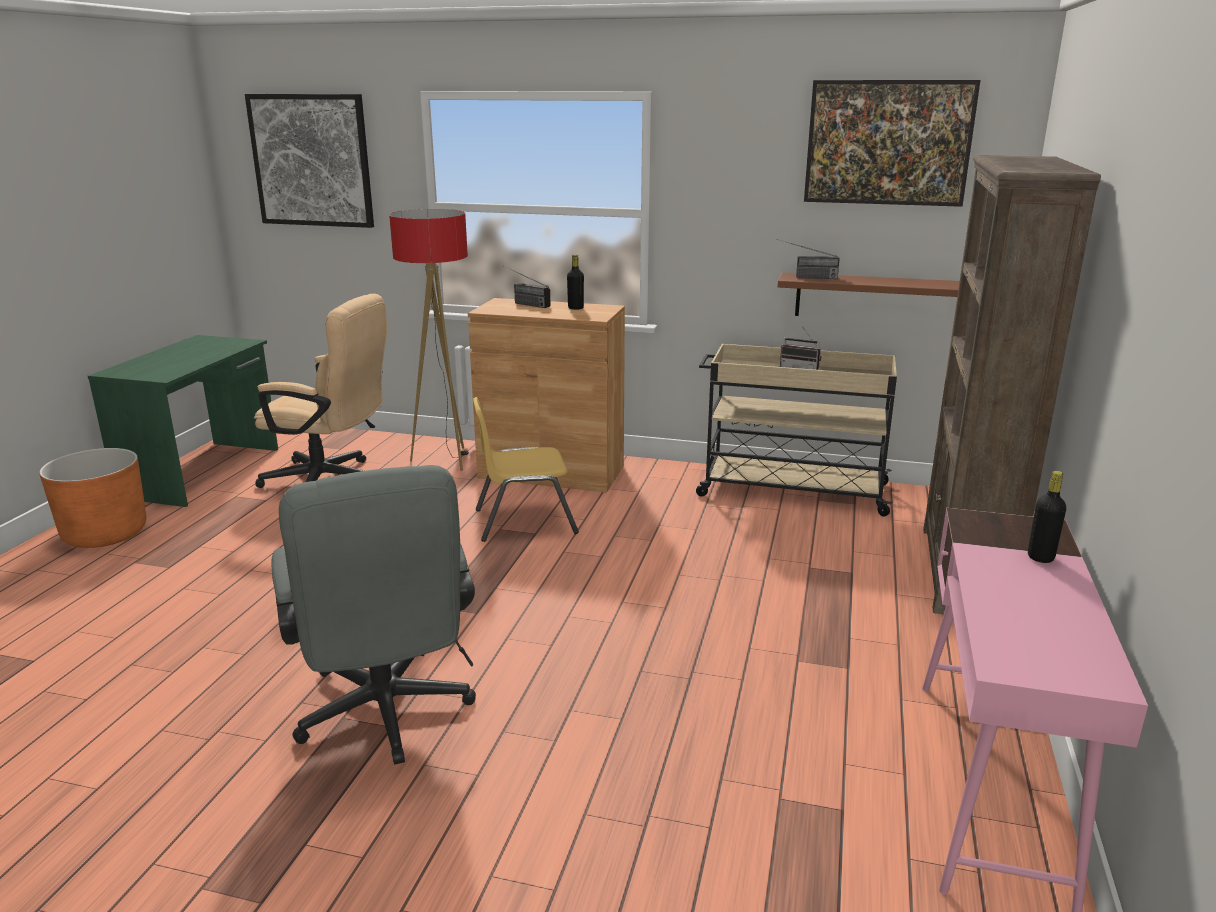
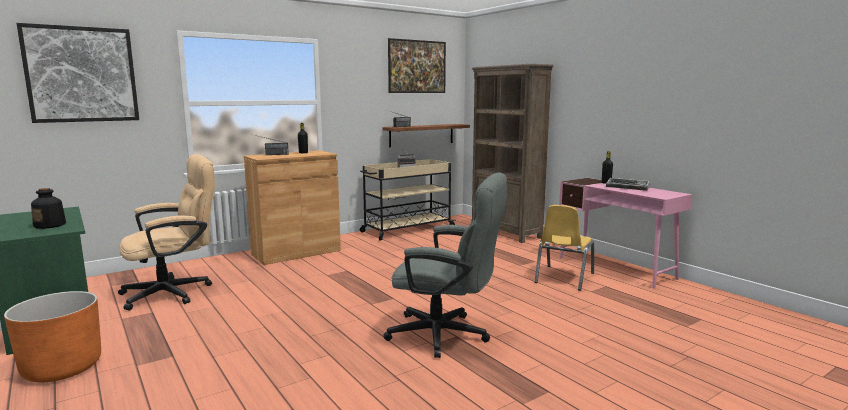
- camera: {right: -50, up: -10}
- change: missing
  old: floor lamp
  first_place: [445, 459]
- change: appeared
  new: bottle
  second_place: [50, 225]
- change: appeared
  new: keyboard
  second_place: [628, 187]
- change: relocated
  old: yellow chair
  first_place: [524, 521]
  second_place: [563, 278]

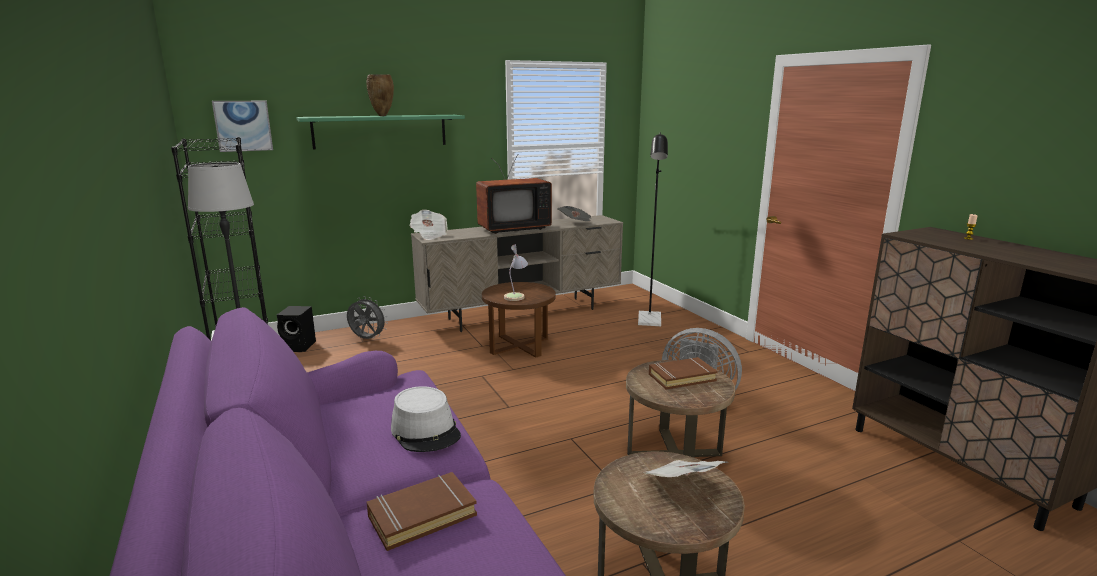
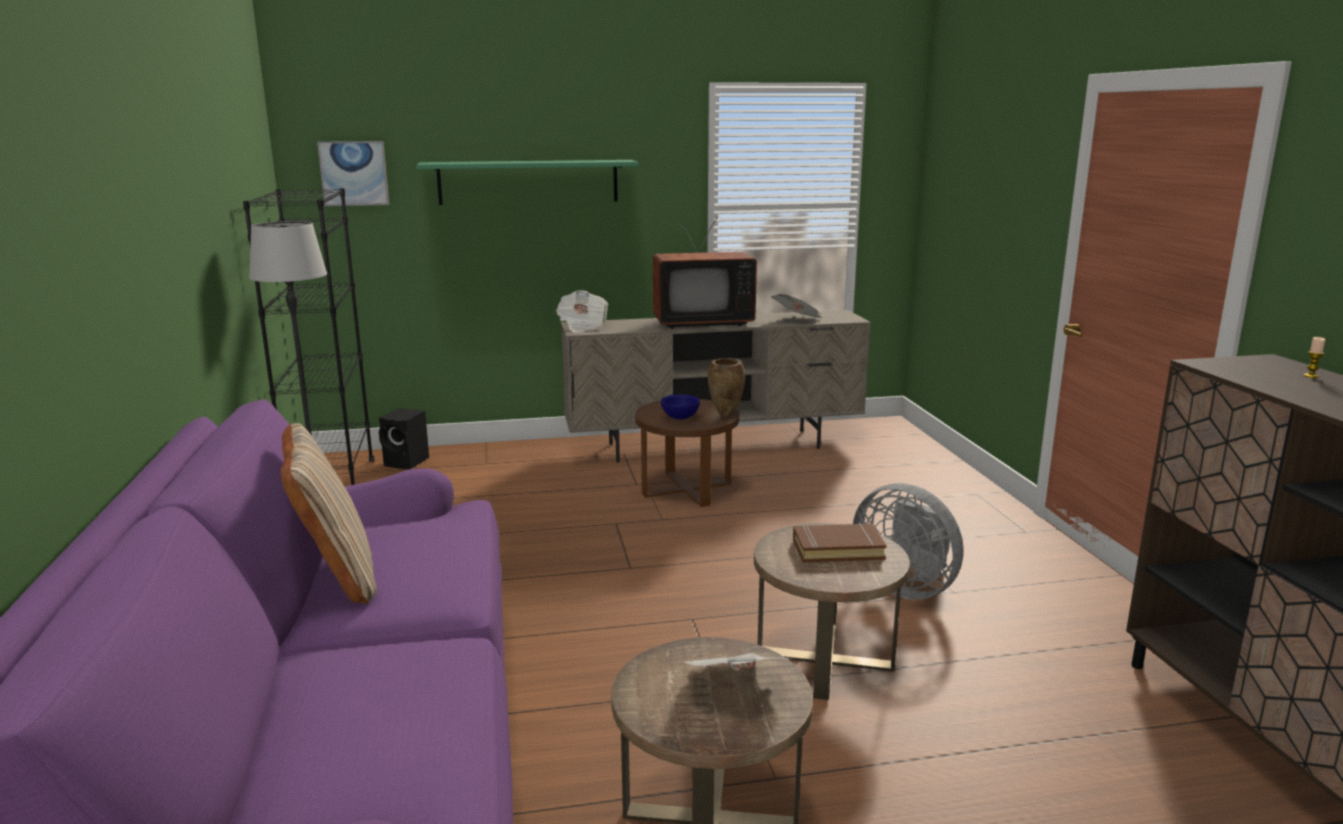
- camera: {right: 15, up: 0}
- change: missing
  old: grey fan
  first_place: [367, 339]
- change: missing
  old: brown book
  first_place: [422, 515]
- change: missing
  old: grey hat
  first_place: [426, 431]
- change: missing
  old: black floor lamp
  first_place: [649, 322]
- change: appeared
  new: beige pillow
  second_place: [336, 576]
- change: relocated
  old: brown vase
  first_place: [382, 116]
  second_place: [726, 416]
- change: exchanged
  old: table lamp
  new: blue bowl
  first_place: [516, 296]
  second_place: [681, 418]

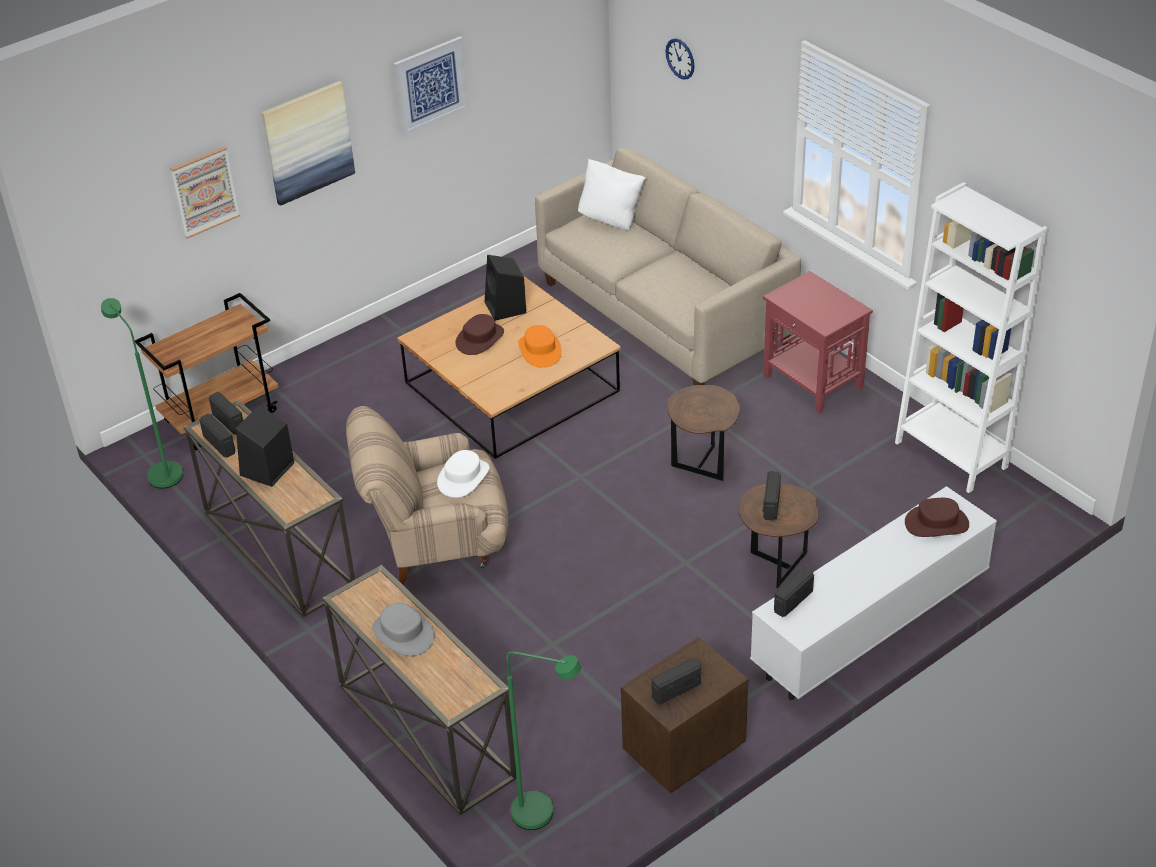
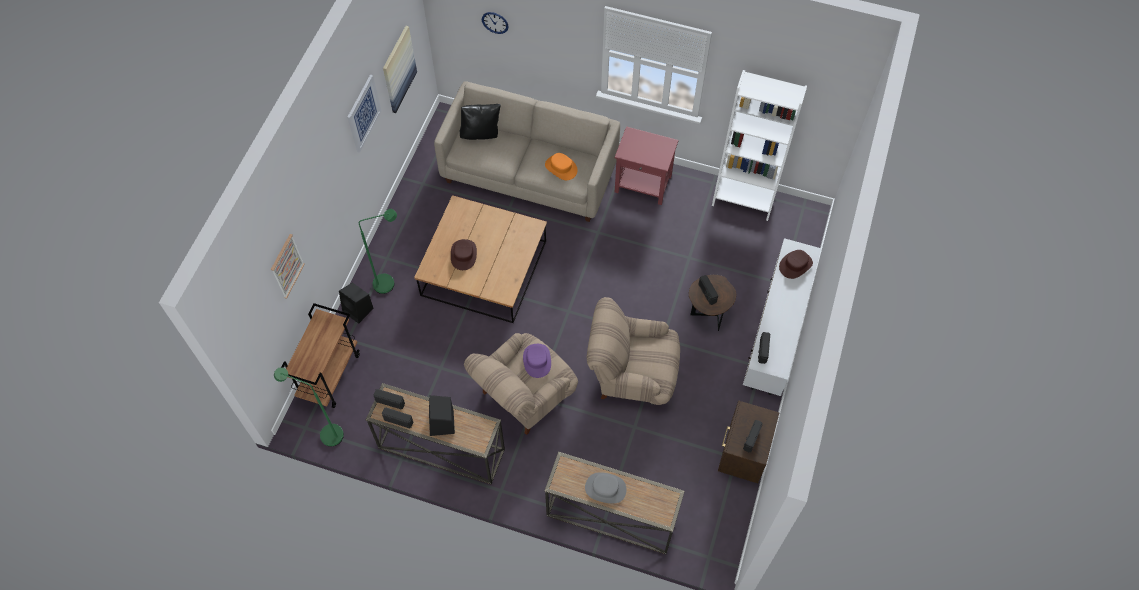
- camera: {right: -35, up: 20}
- change: missing
  old: brown side table
  first_place: [702, 463]
- change: appeared
  new: beige armchair
  second_place: [631, 374]
- change: relocated
  old: picture
  first_place: [307, 142]
  second_place: [398, 69]
- change: relocated
  old: black speaker
  first_place: [506, 308]
  second_place: [358, 310]
- change: relocated
  old: green floor lamp
  first_place: [544, 815]
  second_place: [389, 282]
- change: relocated
  old: orange hat
  first_place: [540, 350]
  second_place: [561, 167]
- change: colour
  old: white hat
  new: purple hat
  first_place: [463, 477]
  second_place: [537, 360]
- change: colour
  old: white pillow
  new: black pillow
  first_place: [611, 220]
  second_place: [481, 133]

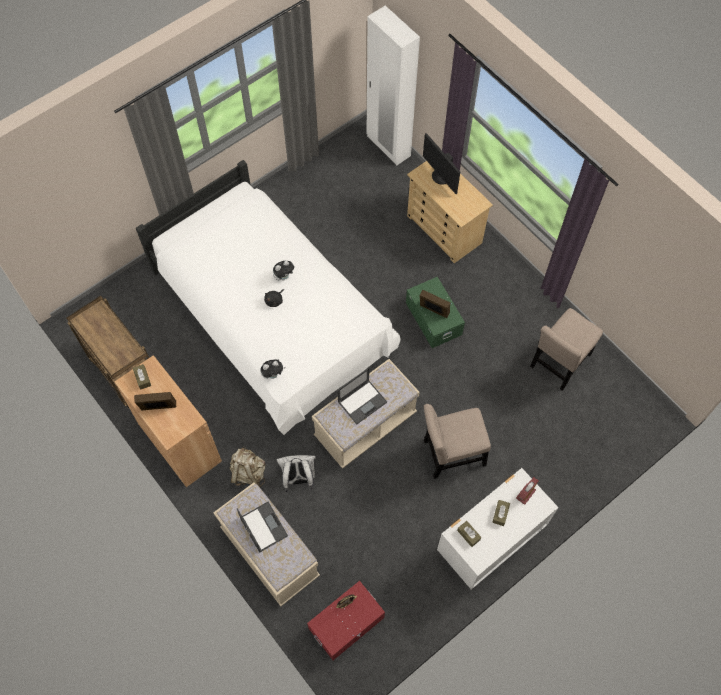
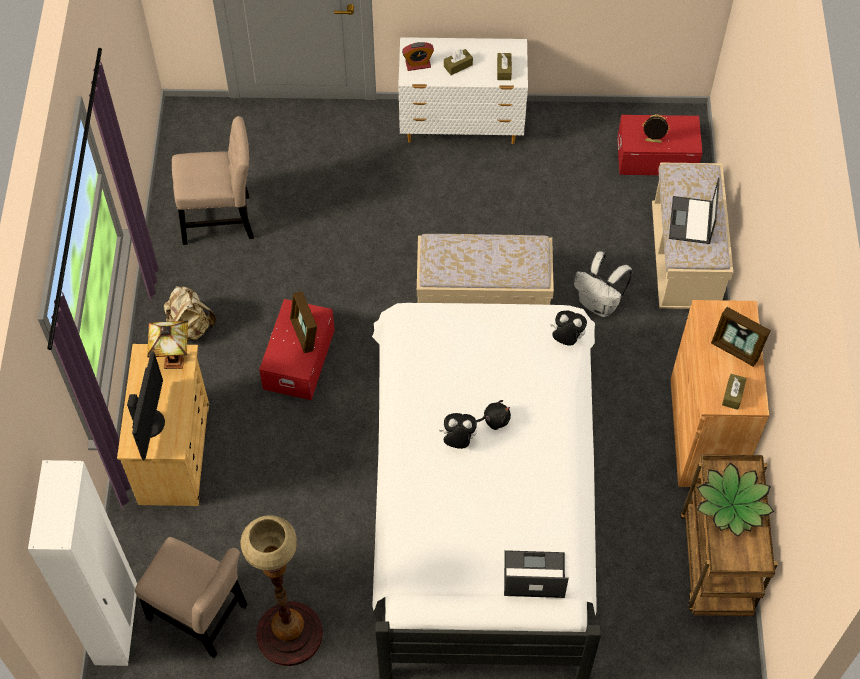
- camera: {right: -140, up: -5}
- change: appeared
  new: table lamp
  second_place: [175, 362]
- change: appeared
  new: floor lamp
  second_place: [289, 634]
- change: appeared
  new: potted plant
  second_place: [732, 504]
- change: relocated
  old: beige backpack
  first_place: [248, 473]
  second_place: [190, 327]
- change: relocated
  old: laptop
  first_place: [362, 401]
  second_place: [533, 574]
- change: relocated
  old: beige chair
  first_place: [451, 454]
  second_place: [201, 615]
- change: colour
  old: green storage box
  new: red storage box
  first_place: [434, 318]
  second_place: [298, 359]

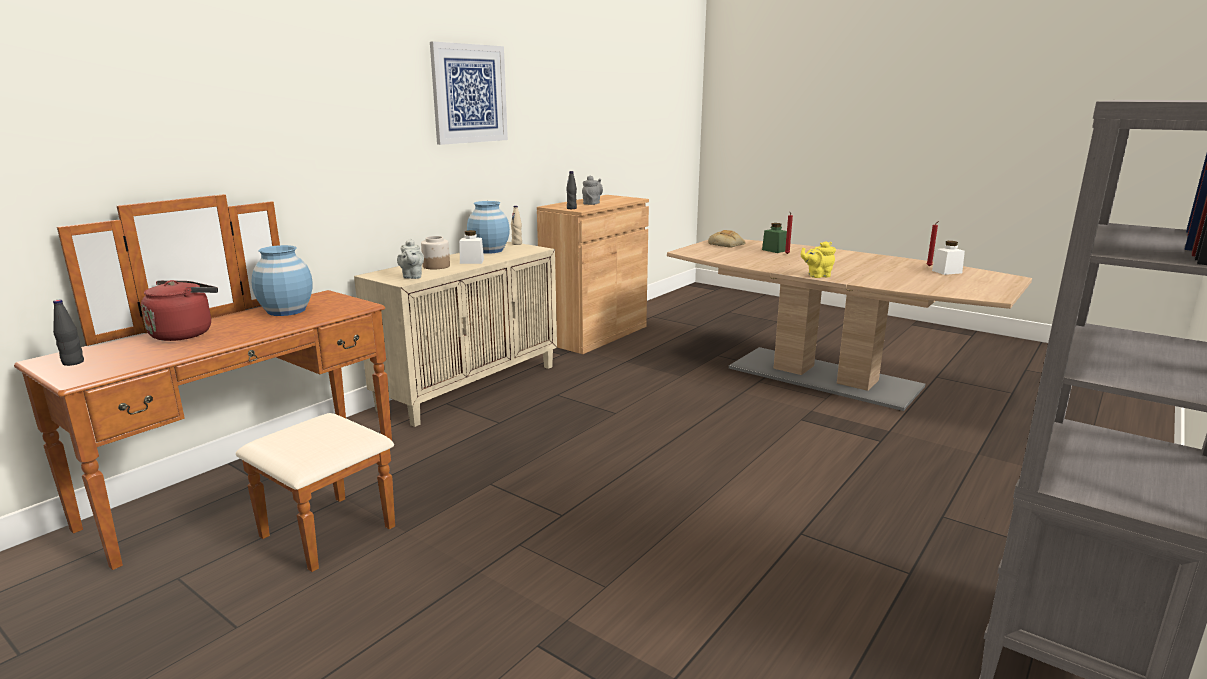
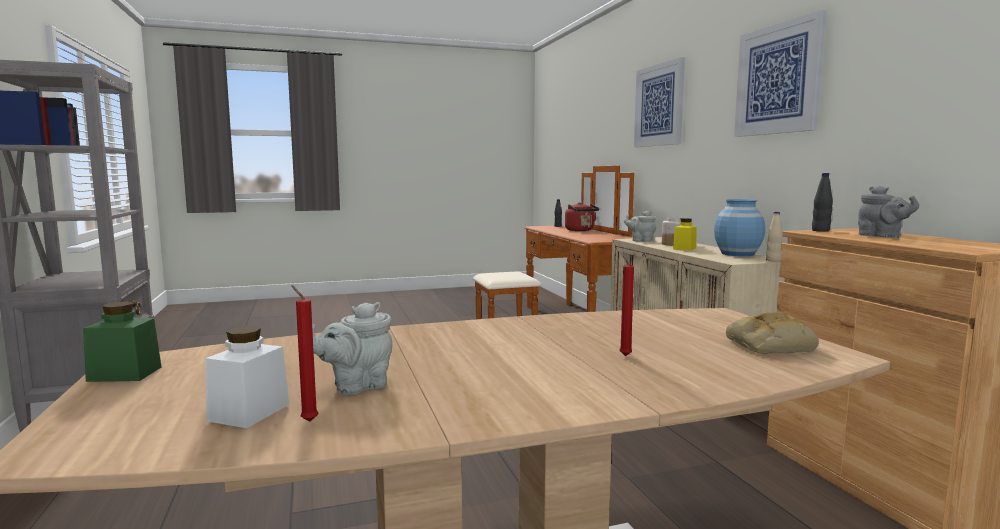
- camera: {right: 125, up: -10}
- change: missing
  old: blue vase
  first_place: [286, 311]
- change: missing
  old: yellow teapot
  first_place: [817, 276]
- change: appeared
  new: grey teapot
  second_place: [356, 386]
- change: appeared
  new: picture
  second_place: [659, 105]
- change: relocated
  old: green jar
  first_place: [774, 250]
  second_place: [125, 374]
- change: colour
  old: white jar
  new: yellow jar
  first_place: [472, 261]
  second_place: [684, 249]

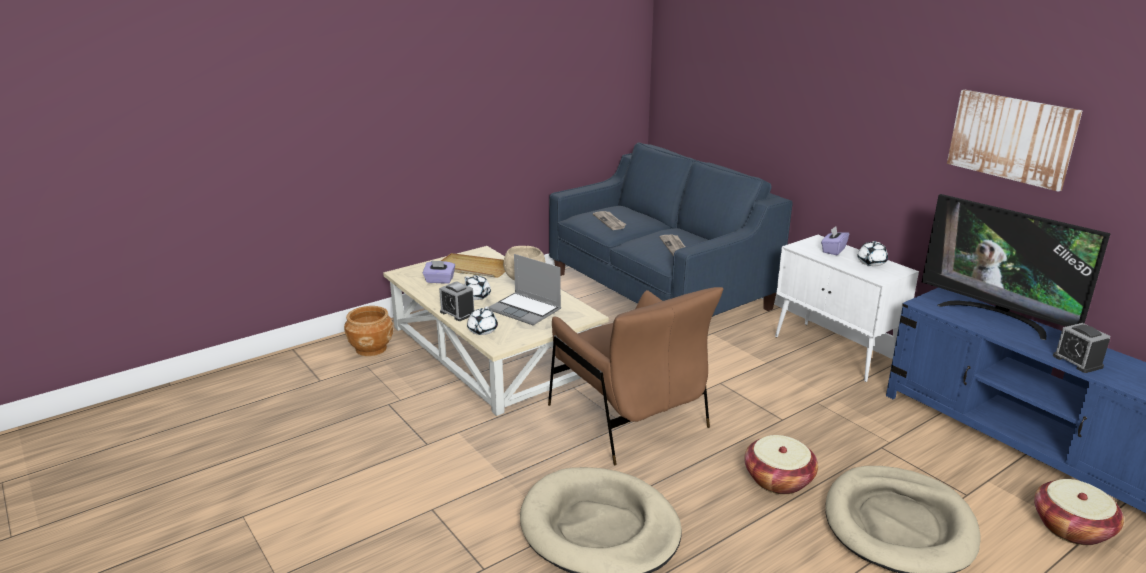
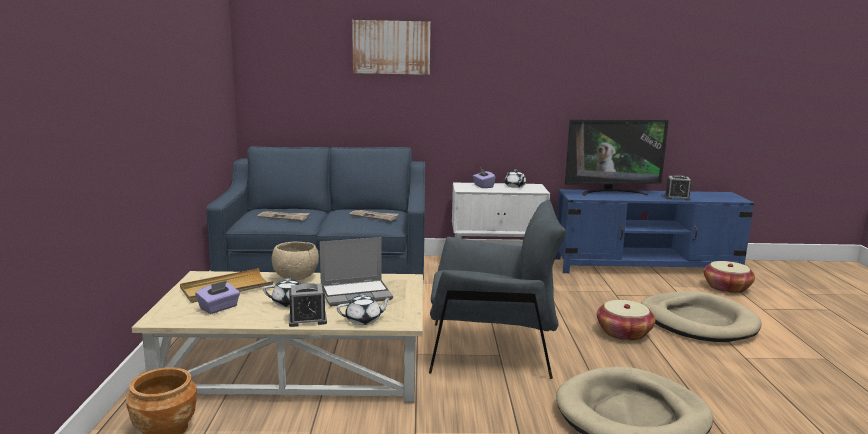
- camera: {right: -55, up: -10}
- change: relocated
  old: picture
  first_place: [1011, 138]
  second_place: [391, 47]
- change: colour
  old: brown armchair
  new: grey armchair
  first_place: [628, 417]
  second_place: [490, 350]
- change: spun
  old: white teapot
  first_place: [482, 330]
  second_place: [364, 320]
  degrees: -60

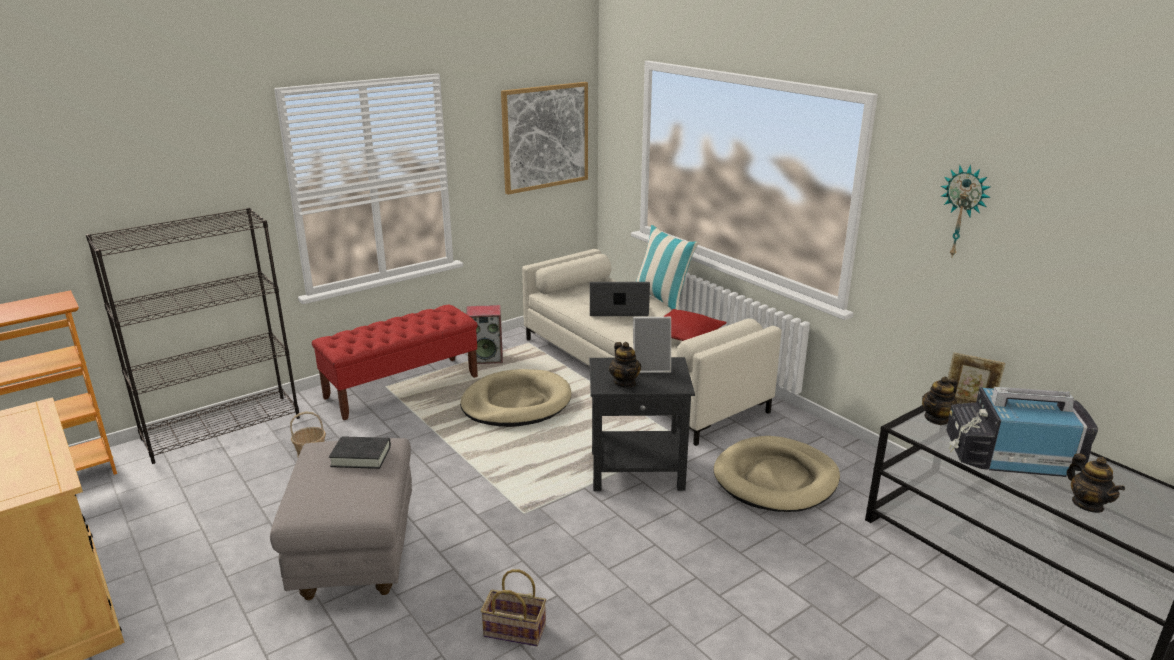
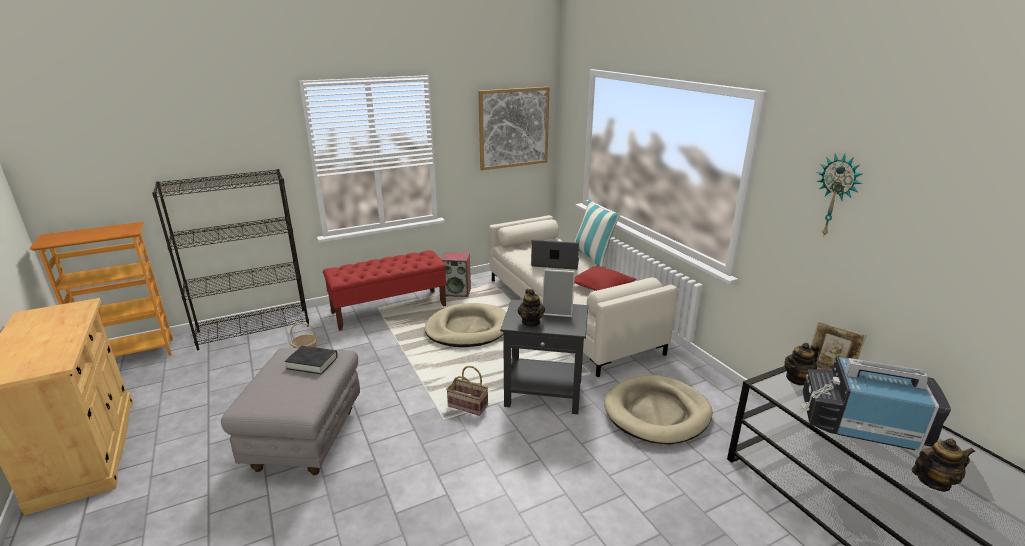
- camera: {right: 10, up: 0}
- change: relocated
  old: basket
  first_place: [513, 631]
  second_place: [466, 406]
- change: spun
  old: teapot
  first_place: [1087, 504]
  second_place: [933, 481]
  degrees: -90

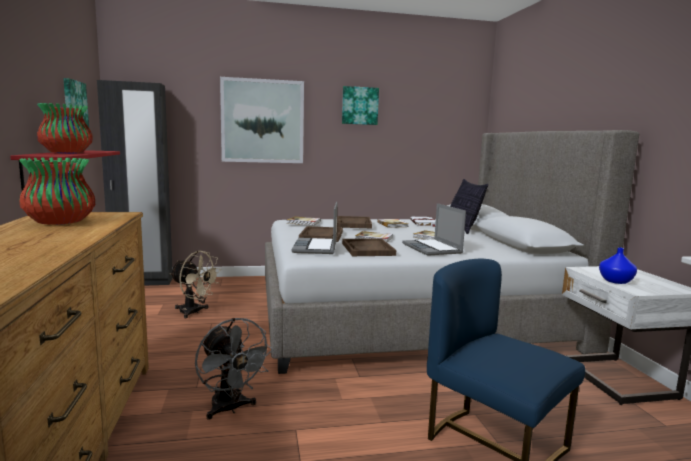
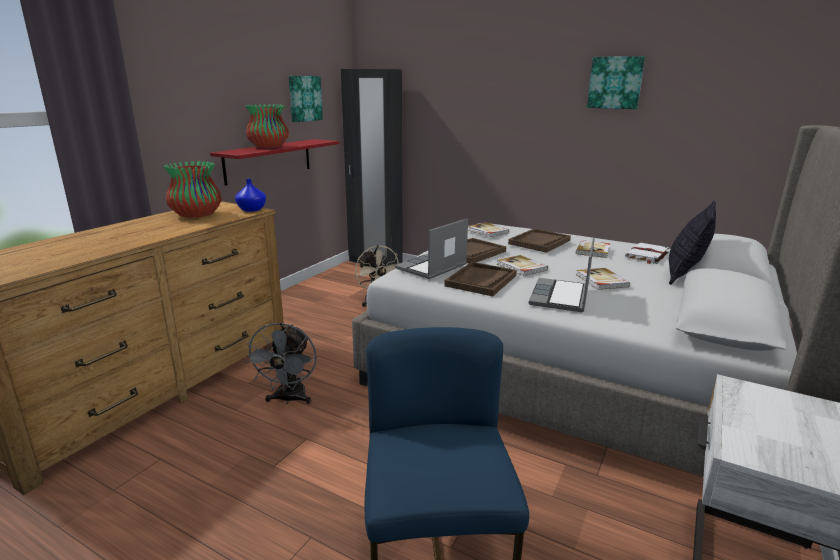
- camera: {right: 40, up: 10}
- change: missing
  old: picture
  first_place: [262, 121]
- change: relocated
  old: blue vase
  first_place: [616, 281]
  second_place: [251, 210]

